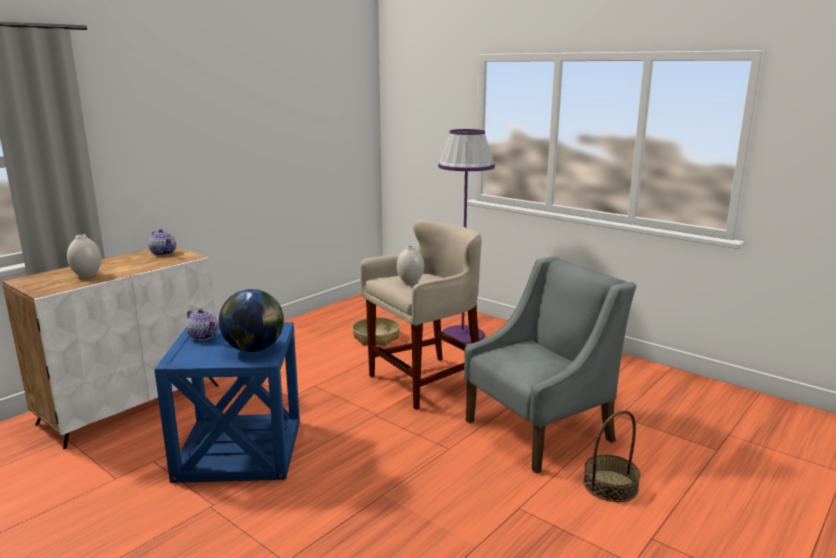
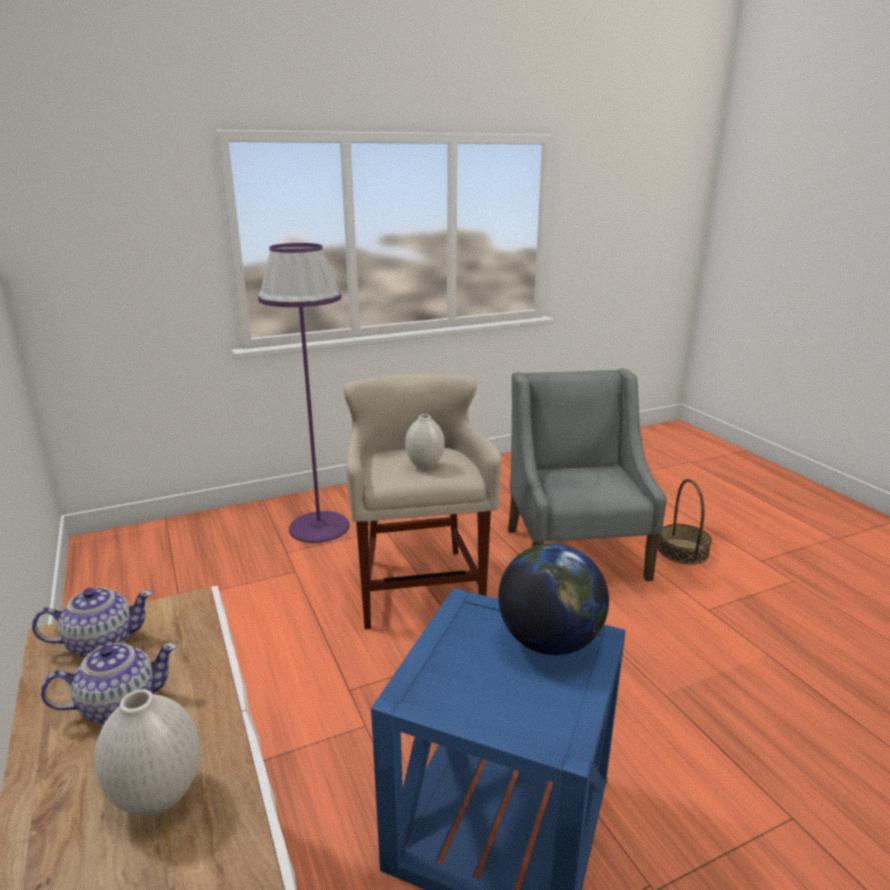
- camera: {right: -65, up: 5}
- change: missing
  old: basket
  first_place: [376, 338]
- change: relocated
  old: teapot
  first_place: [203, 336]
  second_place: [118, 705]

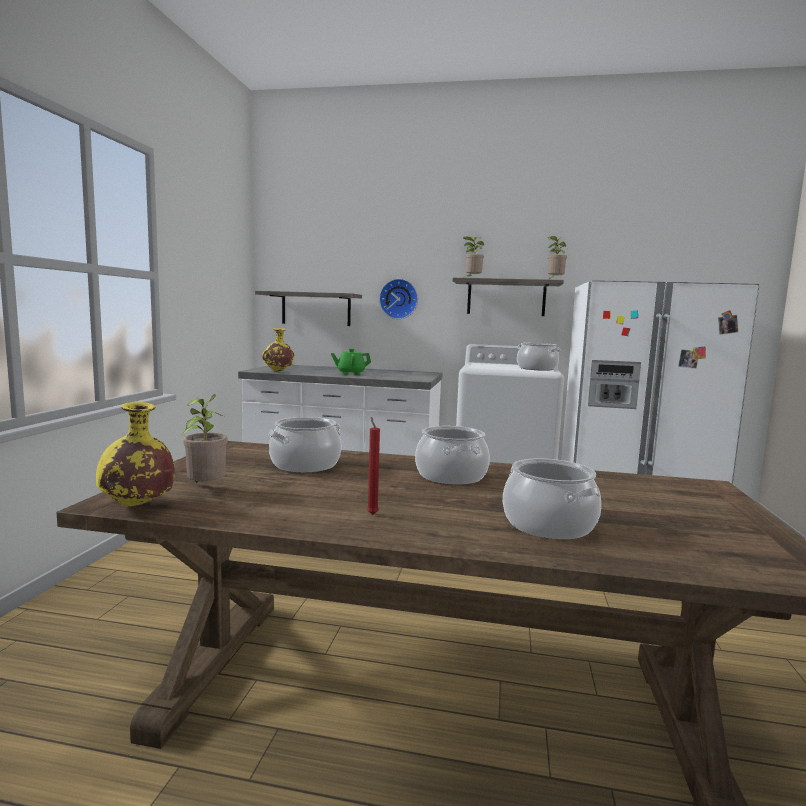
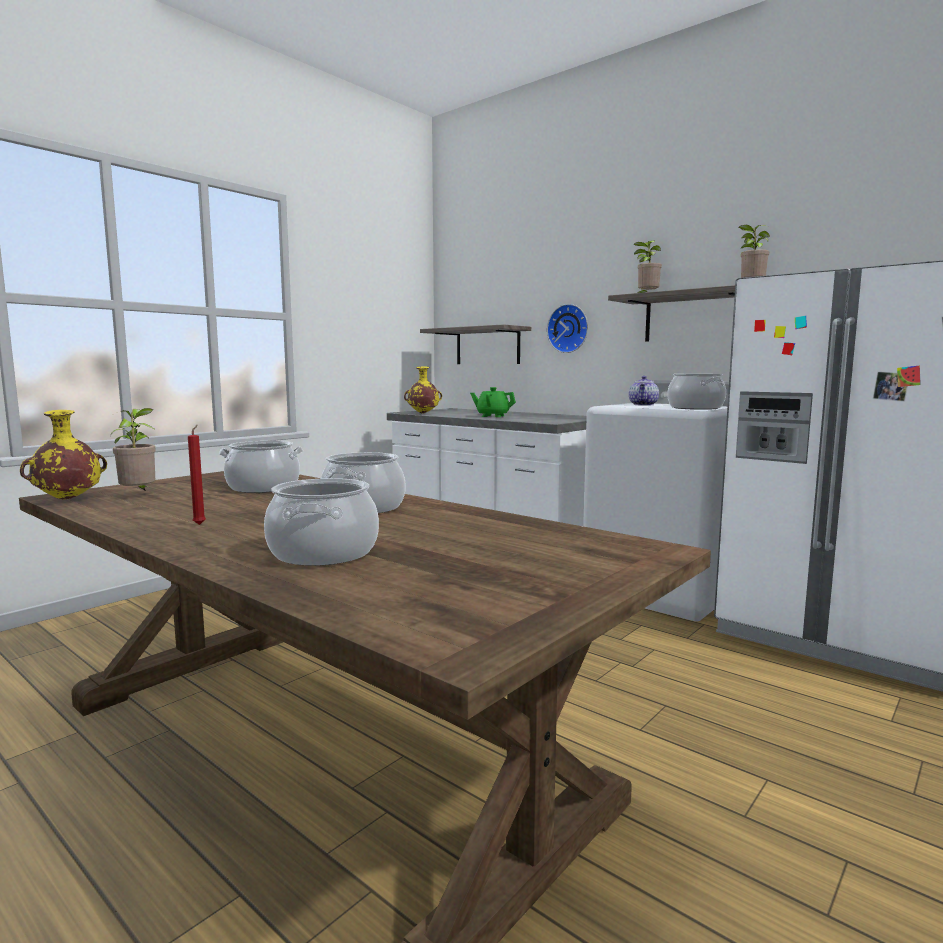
- camera: {right: 30, up: 0}
- change: appeared
  new: teapot
  second_place: [643, 405]

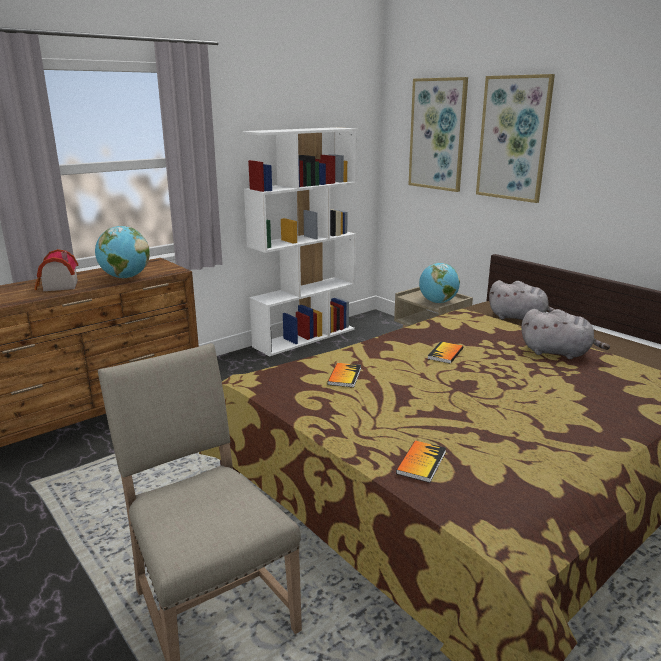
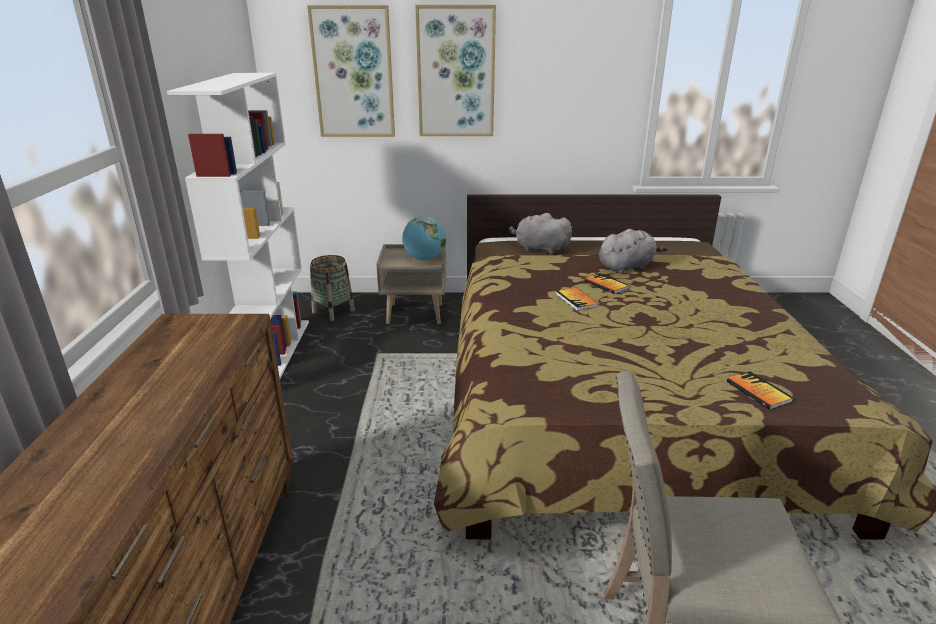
- camera: {right: -50, up: 5}
- change: missing
  old: toy house
  first_place: [58, 286]
- change: missing
  old: globe
  first_place: [125, 277]
- change: appeared
  new: basket
  second_place: [333, 311]
- change: relocated
  old: book
  first_place: [344, 376]
  second_place: [606, 285]
- change: spun
  old: grey plush toy
  first_place: [519, 318]
  second_place: [539, 249]
  degrees: -135

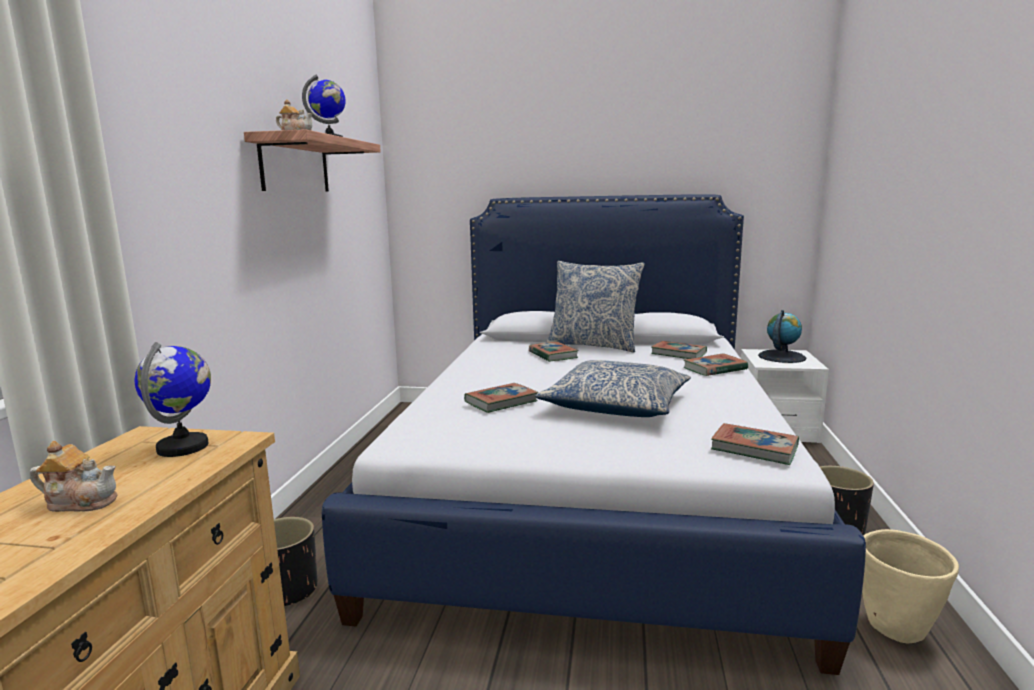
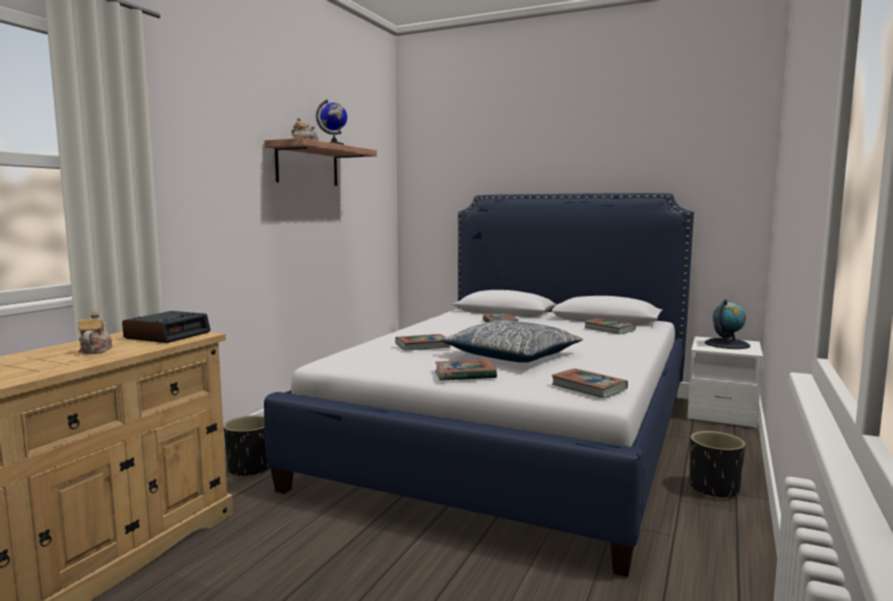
- camera: {right: 15, up: -5}
- change: missing
  old: pillow
  first_place: [593, 345]
- change: missing
  old: beige planter
  first_place: [897, 629]
- change: relocated
  old: book
  first_place: [715, 369]
  second_place: [465, 375]
- change: exchanged
  old: globe
  new: alarm clock
  first_place: [183, 447]
  second_place: [168, 335]
- change: spun
  old: teapot
  first_place: [81, 502]
  second_place: [95, 350]
  degrees: -120

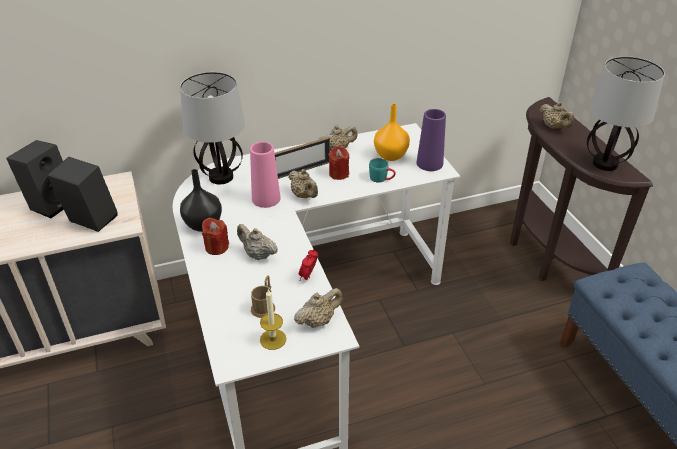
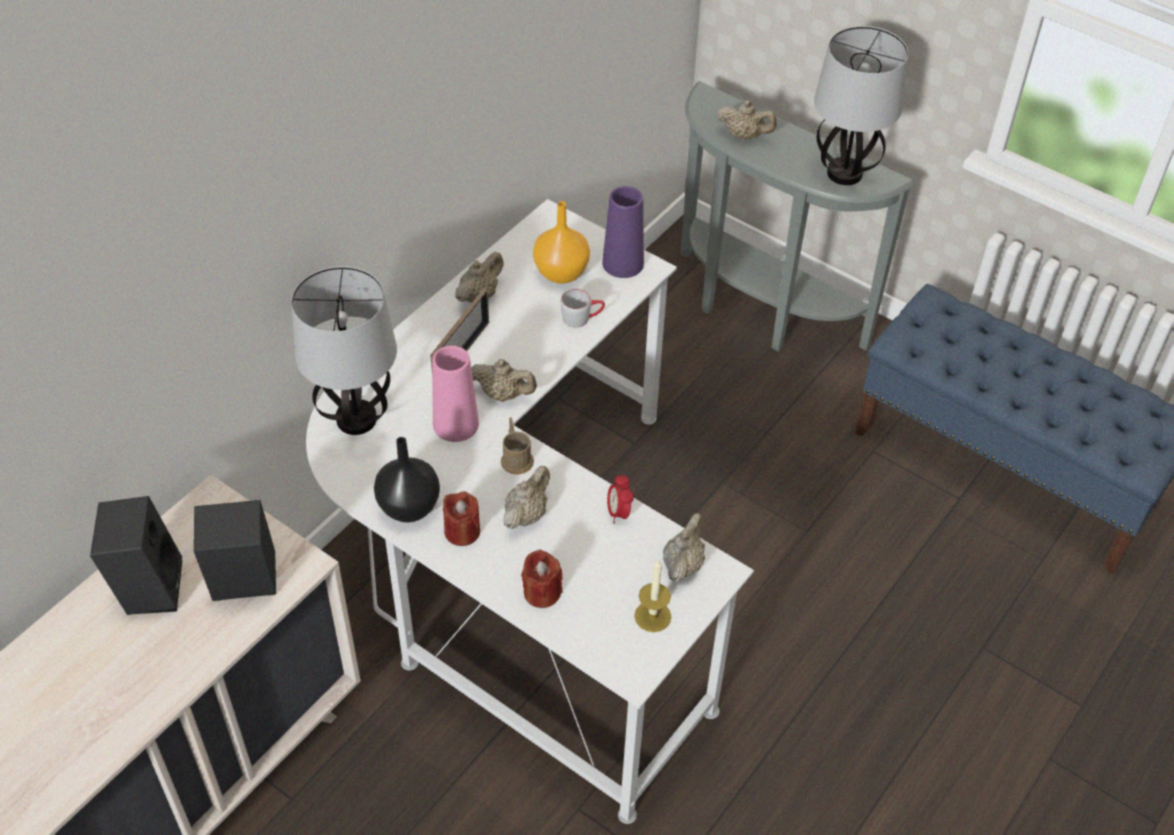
- camera: {right: -35, up: 10}
- change: relocated
  old: brown mug
  first_place: [264, 306]
  second_place: [515, 457]
- change: relocated
  old: red candle
  first_place: [339, 174]
  second_place: [542, 592]
- change: colour
  old: turquoise mug
  new: grey mug
  first_place: [382, 178]
  second_place: [582, 317]
- change: colour
  old: brown console table
  new: grey console table
  first_place: [544, 257]
  second_place: [759, 313]
- change: spun
  old: beige teapot
  first_place: [257, 254]
  second_place: [526, 514]
  degrees: 120

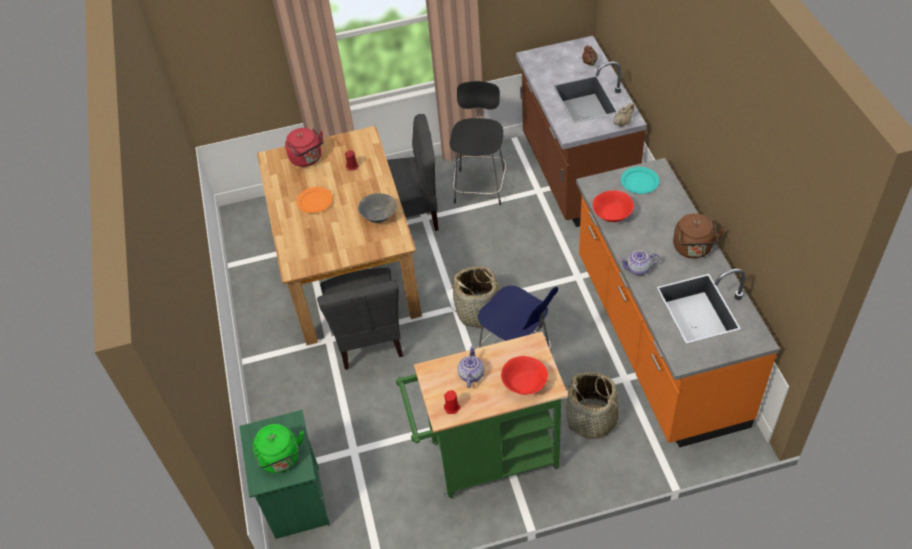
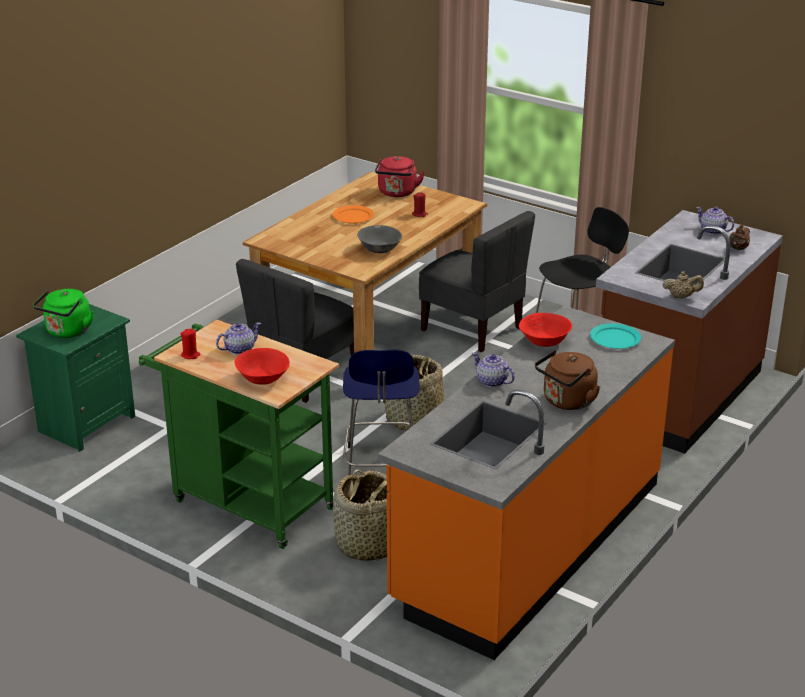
- camera: {right: 45, up: -20}
- change: appeared
  new: teapot
  second_place: [713, 231]

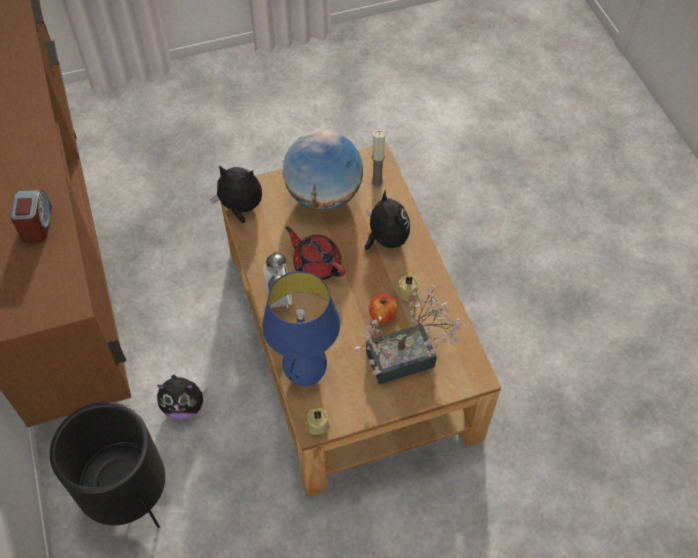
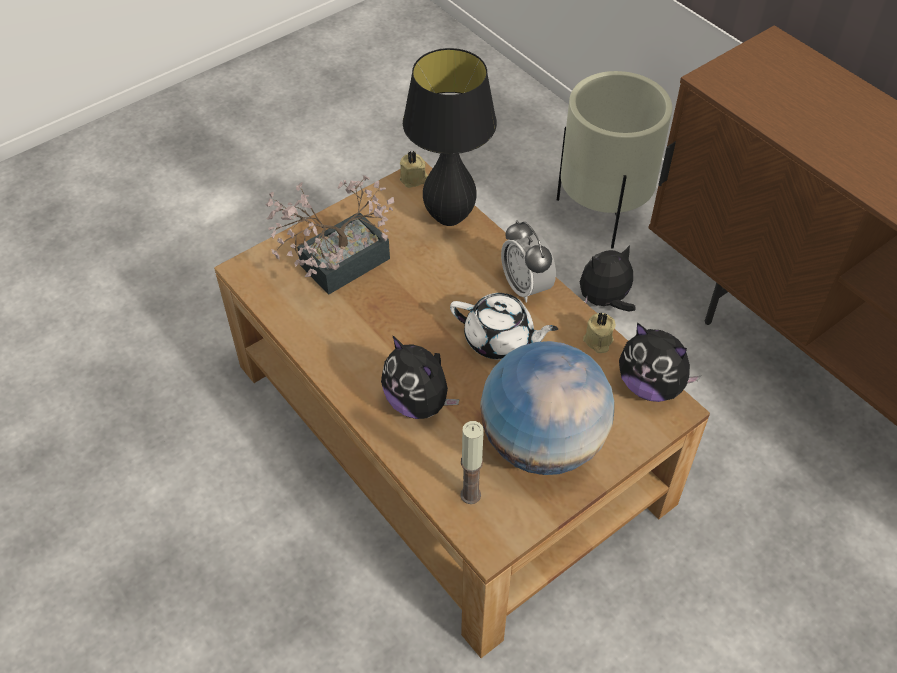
- camera: {right: 160, up: -5}
- change: missing
  old: alarm clock
  first_place: [37, 224]
- change: missing
  old: apple
  first_place: [382, 314]
- change: relocated
  old: beige candle
  first_place: [408, 292]
  second_place: [598, 341]
- change: colour
  old: black planter
  new: beige planter
  first_place: [130, 497]
  second_place: [602, 213]
- change: colour
  old: blue table lamp
  new: black table lamp
  first_place: [305, 375]
  second_place: [449, 218]
- change: colour
  old: red teapot
  new: white teapot
  first_place: [316, 264]
  second_place: [500, 340]
- change: spun
  old: plush toy
  first_place: [240, 208]
  second_place: [651, 386]
  degrees: 45

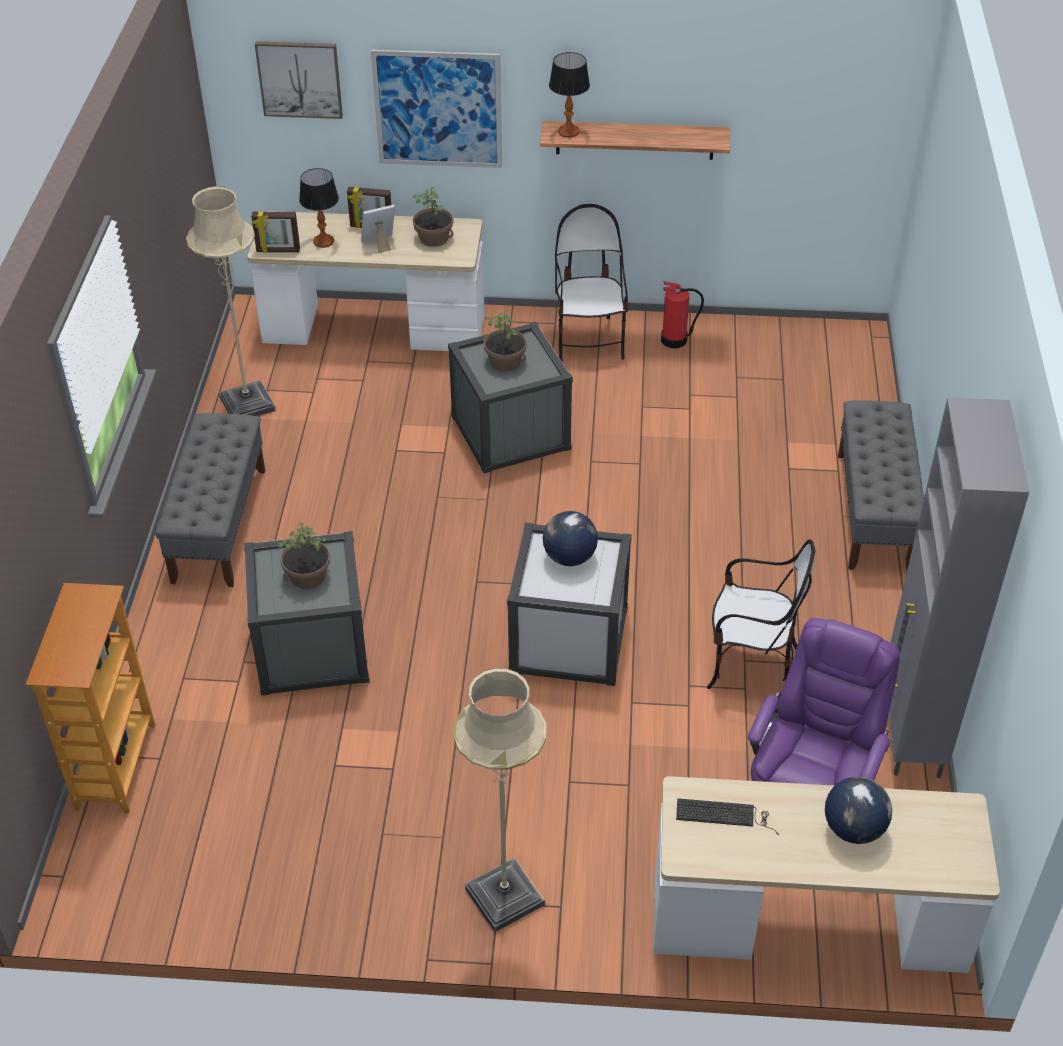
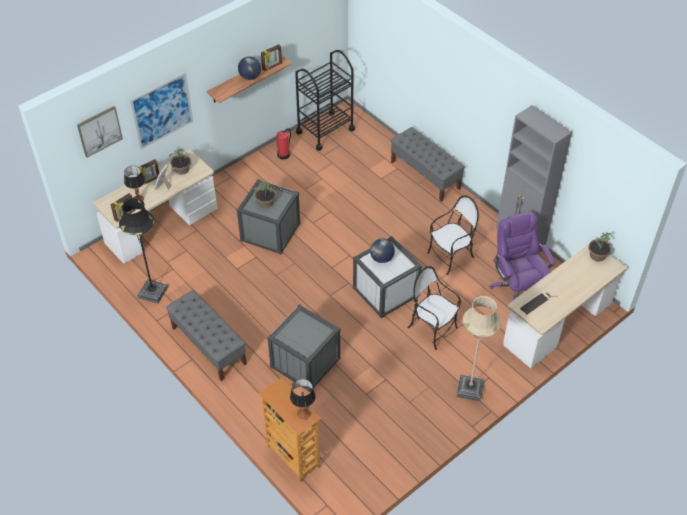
- camera: {right: -45, up: 5}
- change: appeared
  new: picture frame
  second_place: [272, 66]
- change: appeared
  new: black cart
  second_place: [325, 131]
- change: relocated
  old: potted plant
  first_place: [307, 576]
  second_place: [597, 255]
- change: relocated
  old: table lamp
  first_place: [568, 131]
  second_place: [303, 414]
- change: relocated
  old: chair
  first_place: [588, 341]
  second_place: [432, 329]
- change: relocated
  old: globe
  first_place: [853, 828]
  second_place: [250, 77]
- change: colour
  old: beige floor lamp
  new: black floor lamp
  first_place: [247, 404]
  second_place: [152, 292]

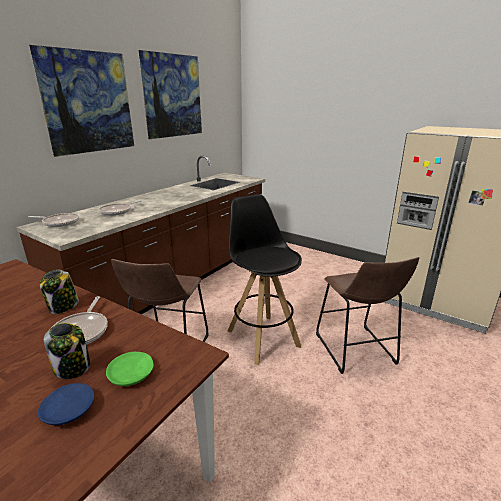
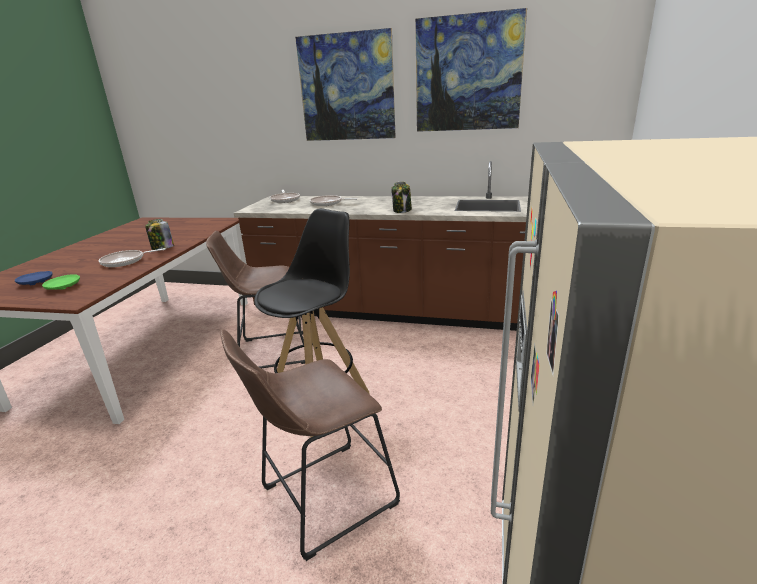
- camera: {right: 70, up: 0}
- change: relocated
  old: jar
  first_place: [72, 367]
  second_place: [402, 210]

